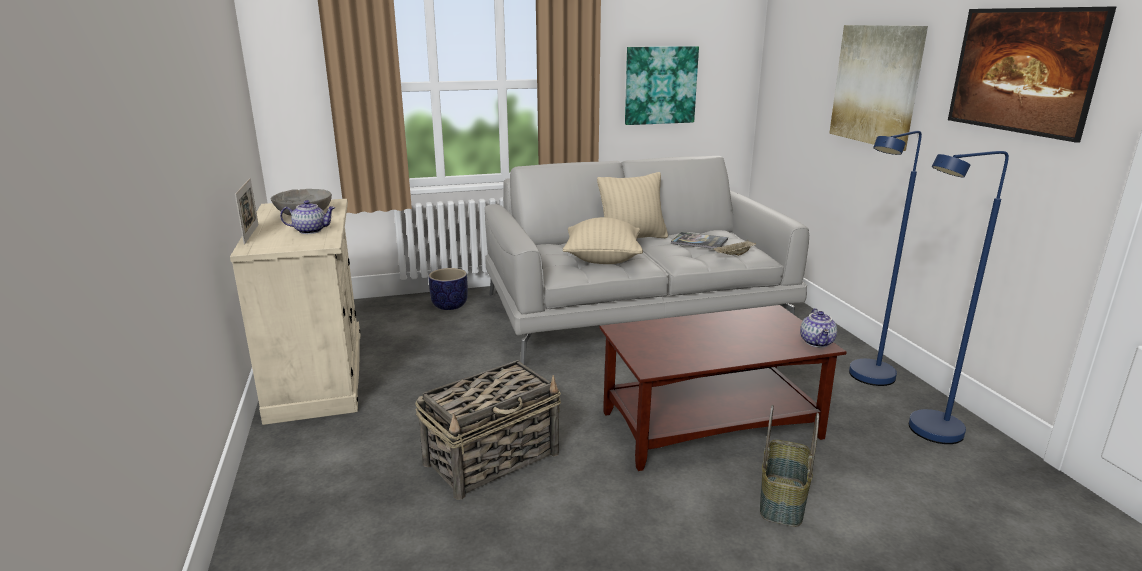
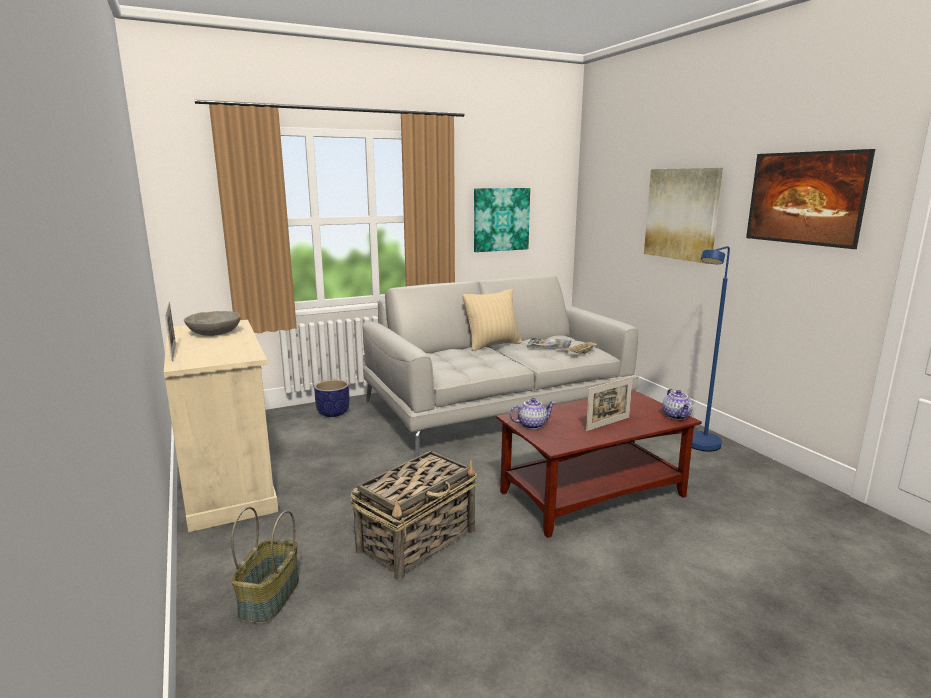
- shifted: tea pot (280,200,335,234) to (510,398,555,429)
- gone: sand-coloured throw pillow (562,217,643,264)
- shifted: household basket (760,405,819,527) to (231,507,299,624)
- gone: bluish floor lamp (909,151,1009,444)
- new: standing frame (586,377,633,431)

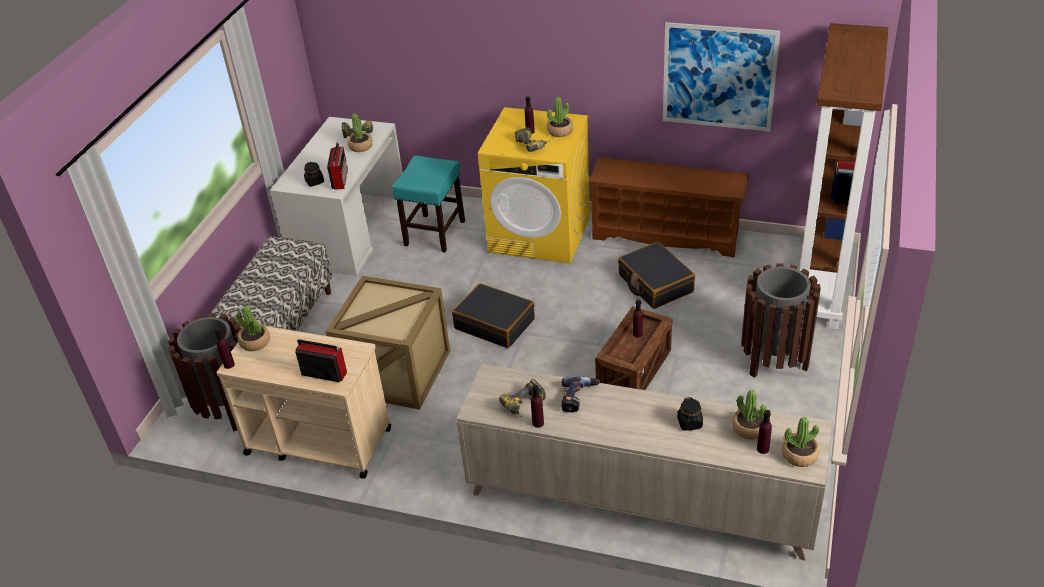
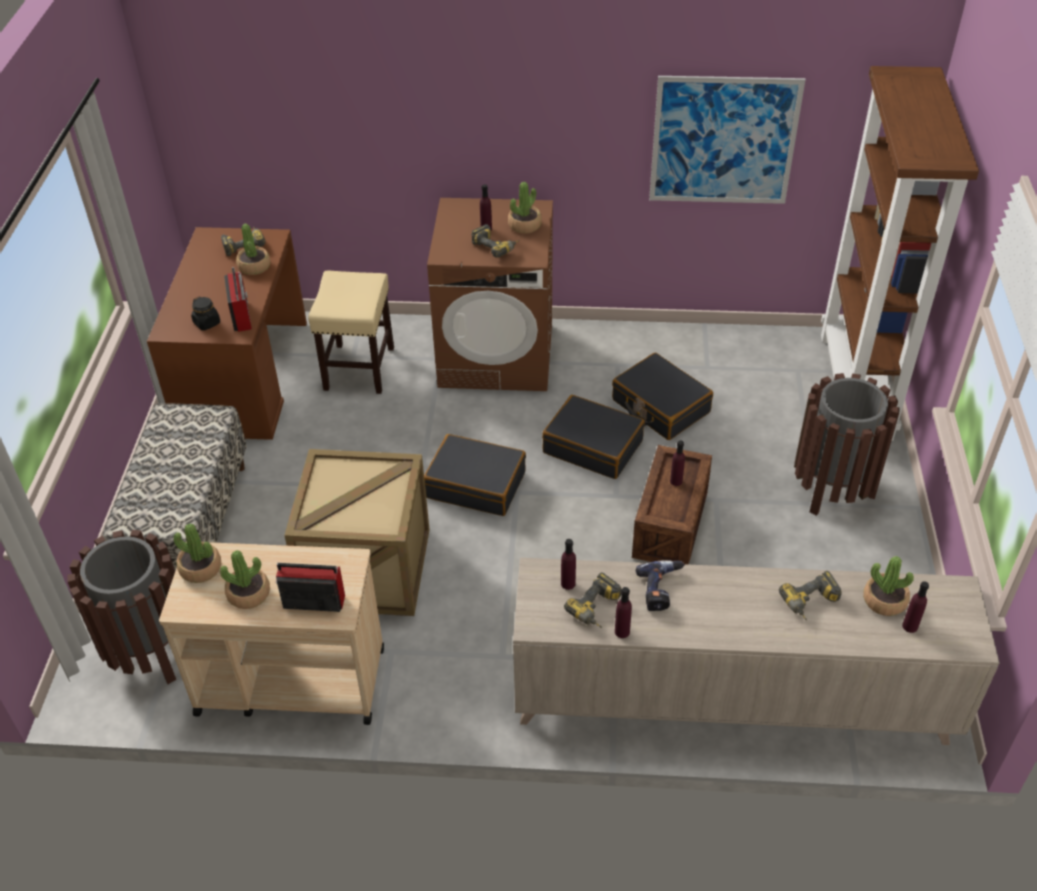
- shifted: purple beverage bottle (215,328,235,369) to (561,539,576,590)
- repainted: white desk (270,117,403,276) to brown desk (147,227,307,440)
- repainted: turquoise stool seat (392,156,465,252) to sand-coloured stool seat (308,271,394,394)
- repainted: yellow-coloured laundry machine (478,107,590,264) to brown laundry machine (427,198,553,391)
- gone: brown shoe stand (588,158,749,258)
- swapped: black-coloured jar (677,397,703,431) to electric drill (779,571,842,621)
- shifted: houseplant (781,417,819,467) to (220,550,270,609)
- new: black-coloured travel case (542,395,645,479)

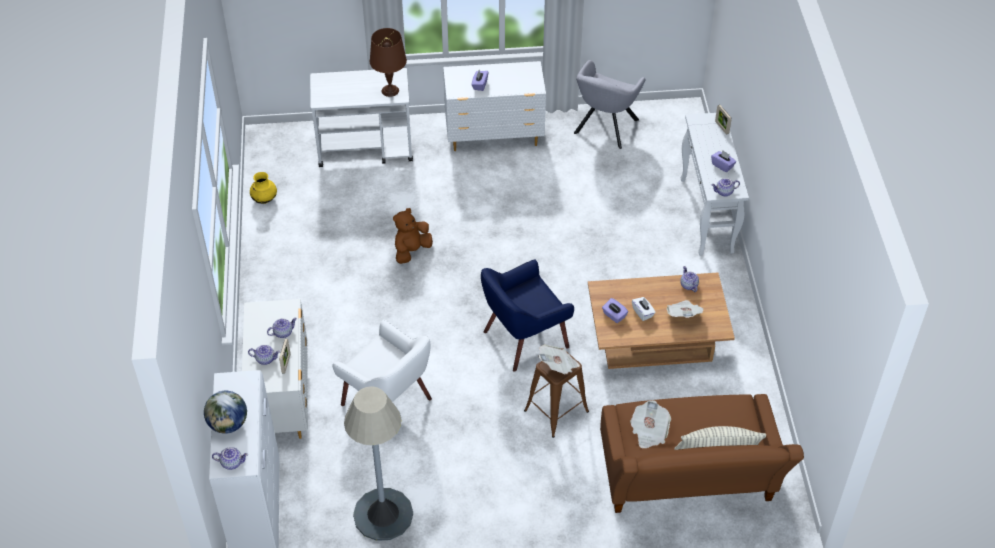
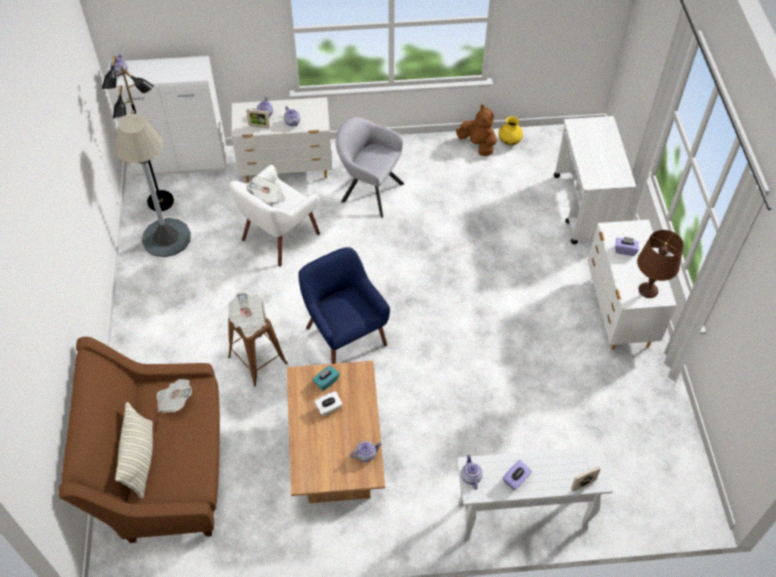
- gone: world globe (204,391,247,434)
- shifted: brown lamp for a table (370,28,407,97) to (637,230,684,298)
- shifted: brown soft toy (393,208,433,264) to (456,104,497,156)
- shifted: gray armchair (574,60,645,149) to (336,117,404,218)
- repainted: purple tissue holder (602,298,628,323) to turquoise tissue holder (313,366,340,391)
- shifted: printed paper (667,300,704,318) to (248,176,286,203)
- new: black-coloured floor lamp (102,56,174,211)

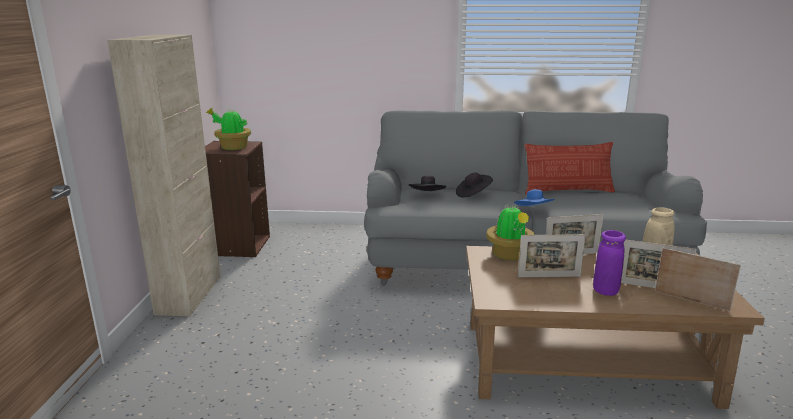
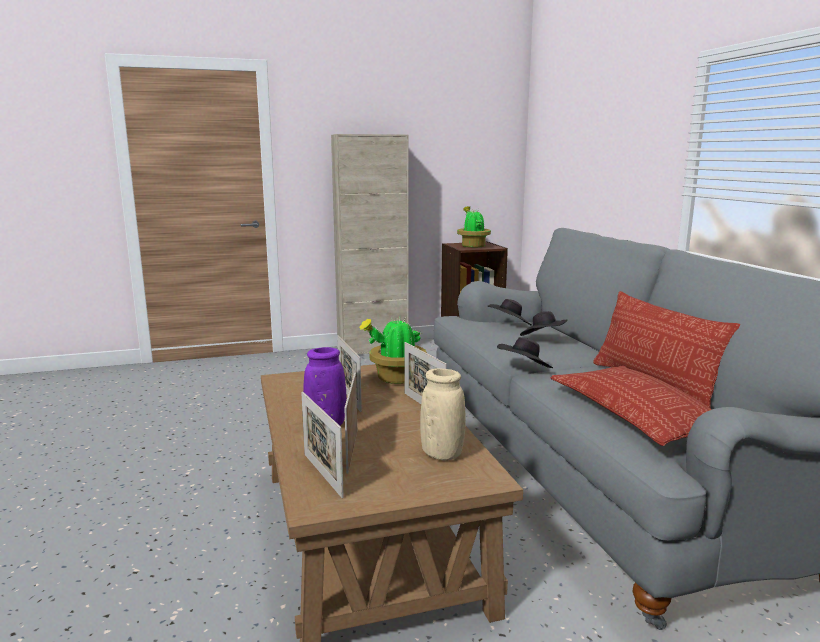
- repainted: bluish clothing hat (514,189,555,206) to black-coloured clothing hat (497,337,553,368)
- rotated: standing frame (655,247,741,311) = (301,392,344,498) 135 degrees clockwise
- new: throw pillow (550,366,712,446)

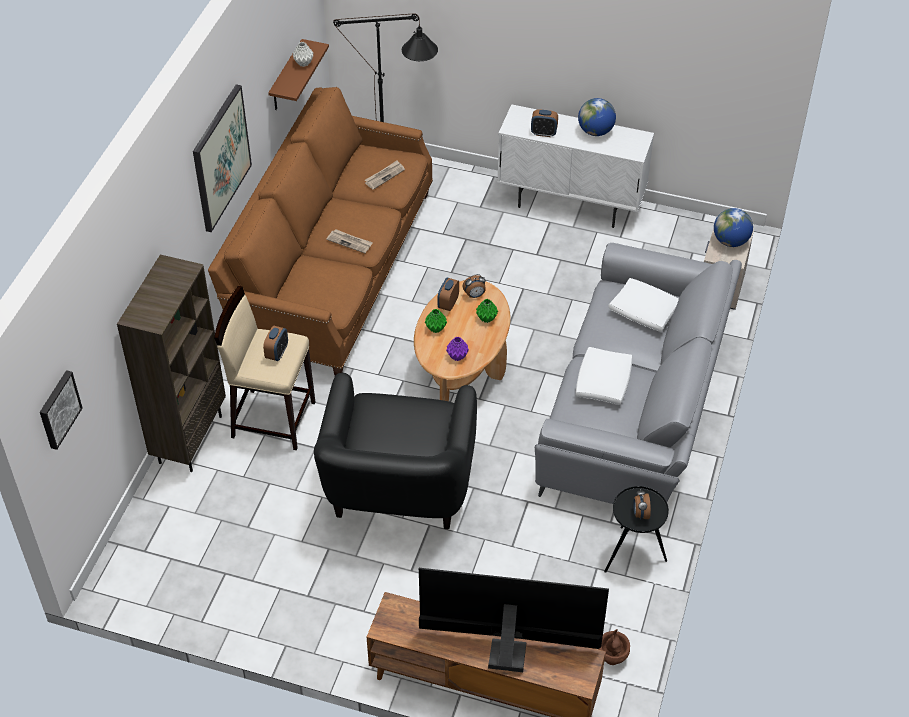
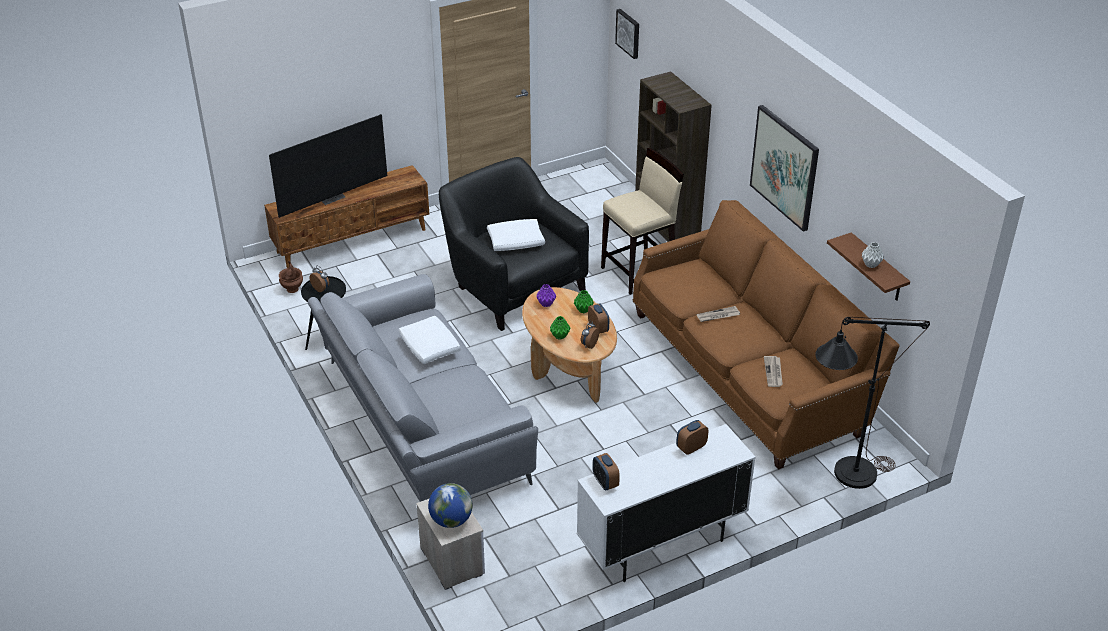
- shifted: alarm clock (263,325,288,361) to (593,453,620,491)
- gone: world globe (578,98,616,136)
- shifted: white throw pillow (608,278,679,332) to (487,219,545,251)

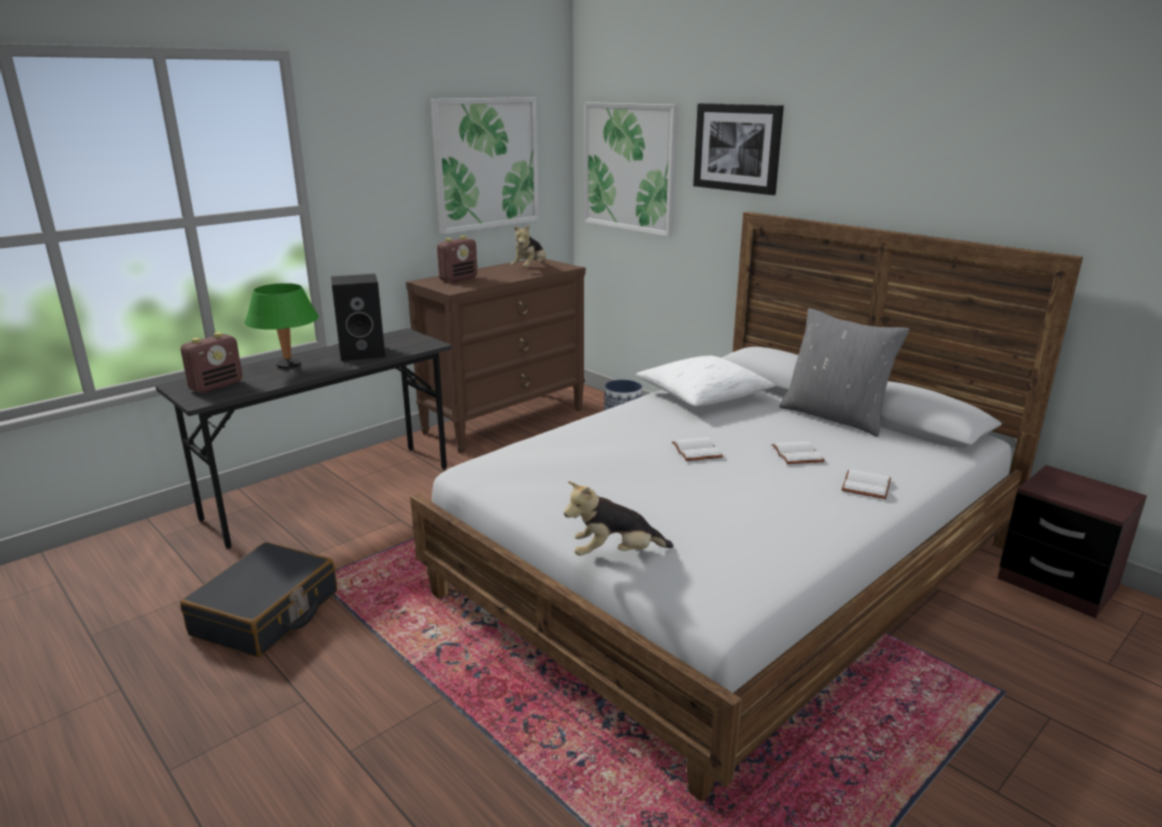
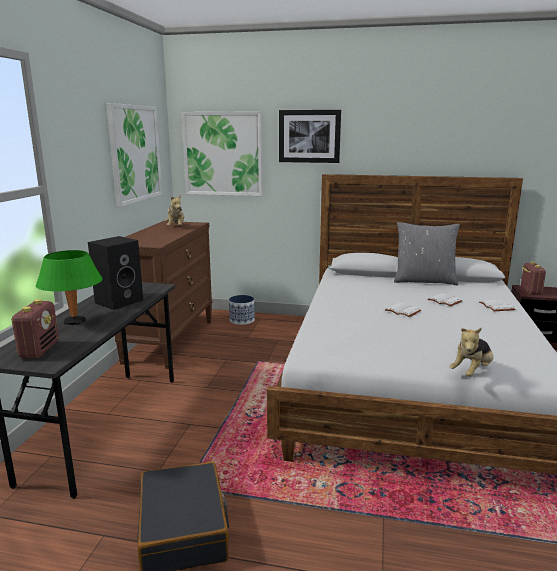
- shifted: radio set (437,236,477,282) to (521,262,546,295)
- gone: white throw pillow (636,356,776,406)

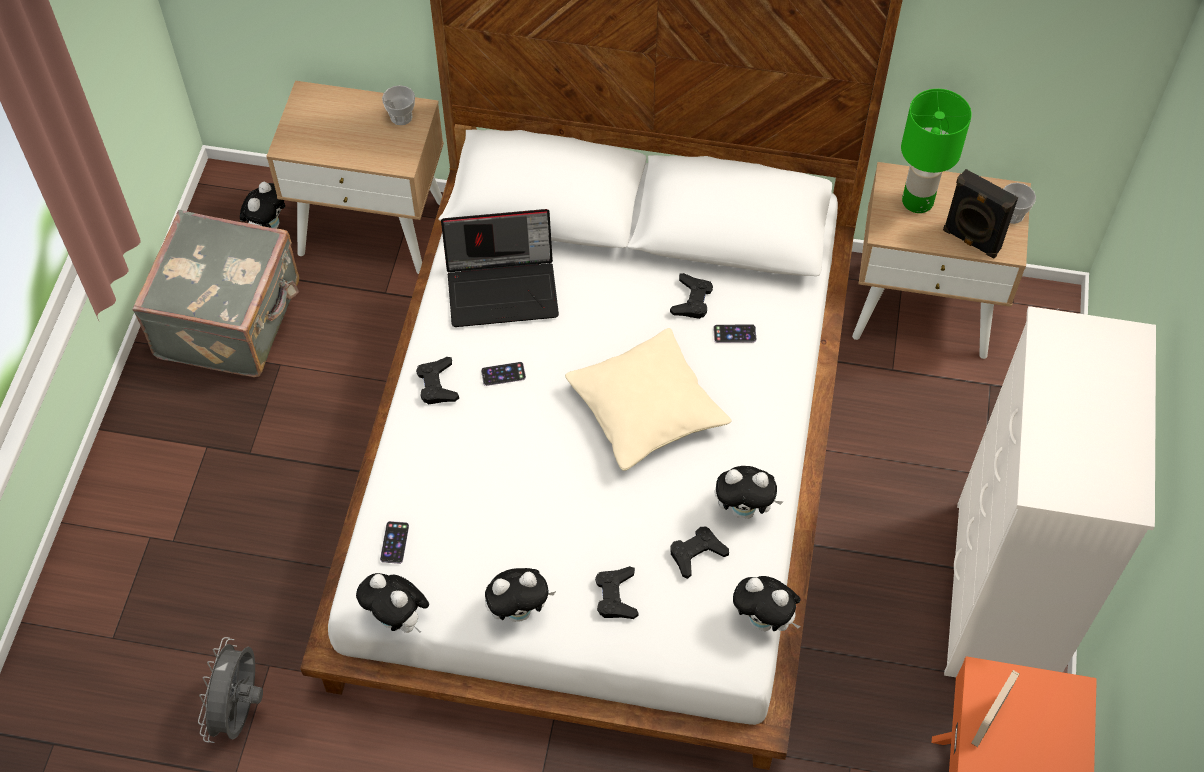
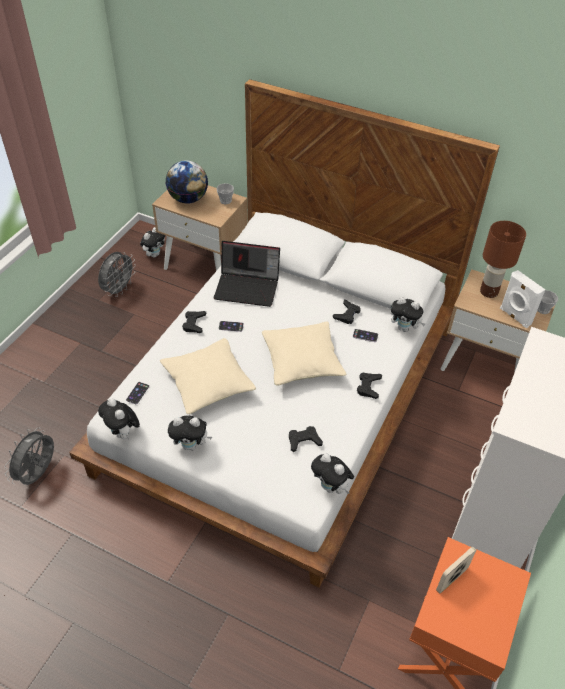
- swapped: gray travel case (132,210,299,377) to gray cooling fan (98,252,136,297)
- shifted: black-coloured gamepad (595,566,638,619) to (357,373,382,399)
- shifted: soft toy (715,466,783,519) to (390,297,425,332)
- repainted: greenish lamp for a table (901,89,972,213) to brown lamp for a table (480,221,526,298)
- repainted: black-coloured audio speaker (943,169,1018,259) to white audio speaker (500,270,545,329)
- new: sand-coloured throw pillow (160,338,256,414)
- new: world globe (166,160,208,204)

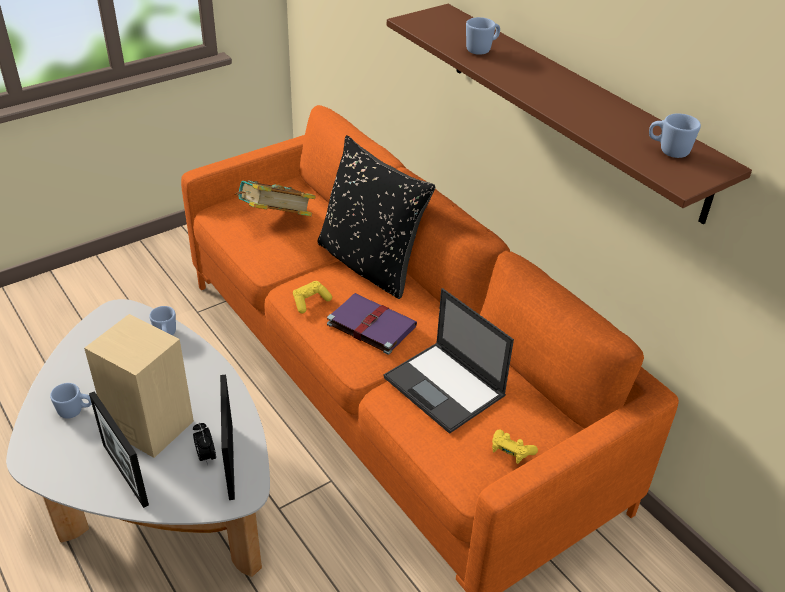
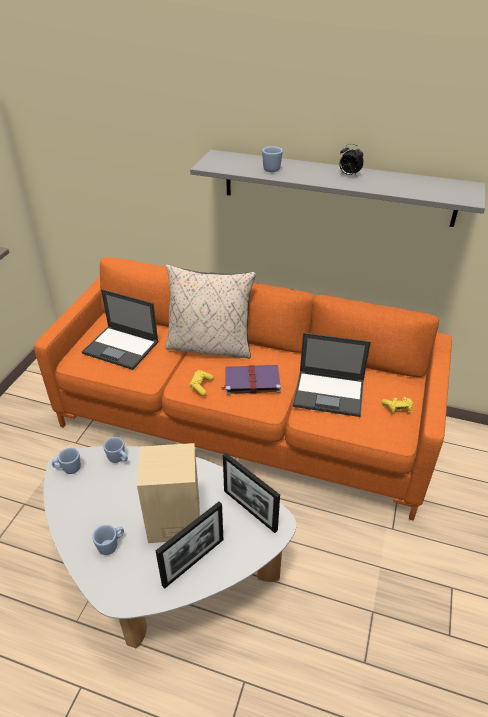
- rotated: standing frame (89,391,149,508) = (155,502,224,588) 60 degrees counterclockwise
- shifted: alarm clock (193,423,216,465) to (339,144,364,177)
- swapped: volume (234,180,316,216) to notebook computer (82,289,159,370)
- repainted: black-coloured throw pillow (317,135,435,299) to sand-coloured throw pillow (165,264,256,358)
- repainted: brown shelf (387,4,752,224) to gray shelf (190,150,485,227)
- shifted: bluish tea mug (649,113,701,158) to (52,448,81,474)

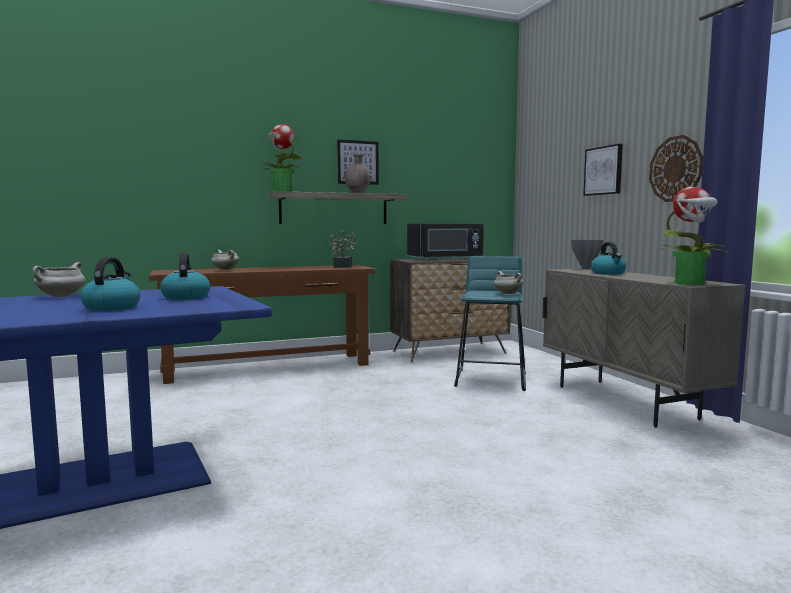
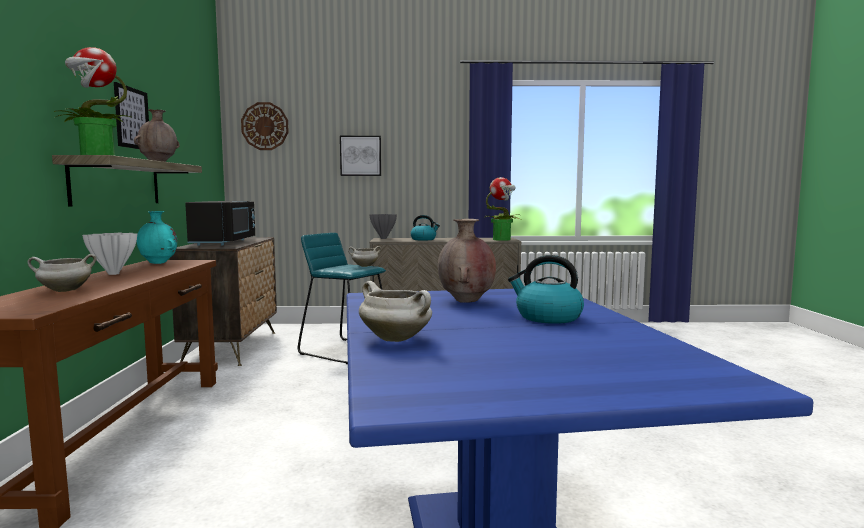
- swapped: tea kettle (160,253,210,300) to brown decorative vase (438,219,496,303)
- swapped: houseplant (328,230,357,268) to turquoise decorative vase (137,211,177,264)
- shifted: hanging clock (649,135,703,202) to (241,102,289,150)
- new: white decorative vase (82,233,137,275)

